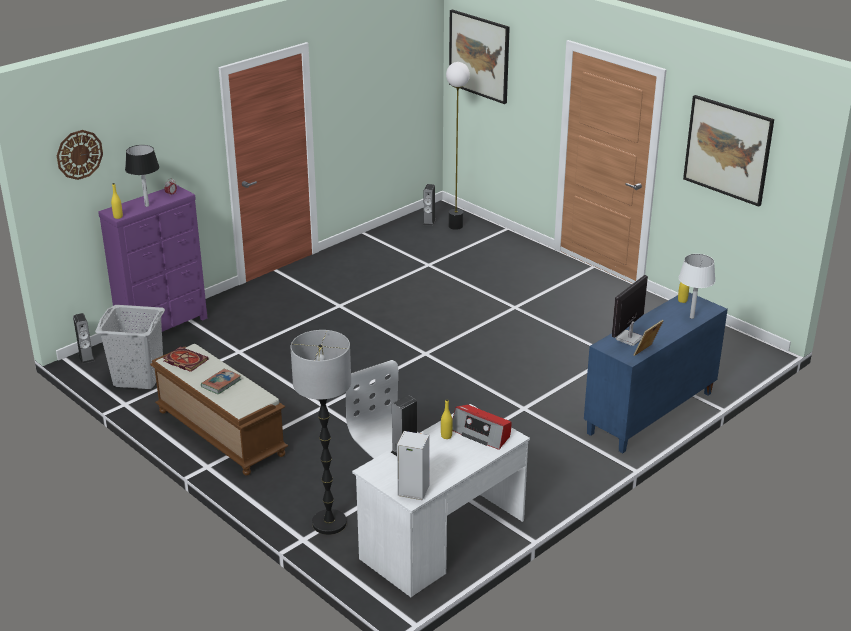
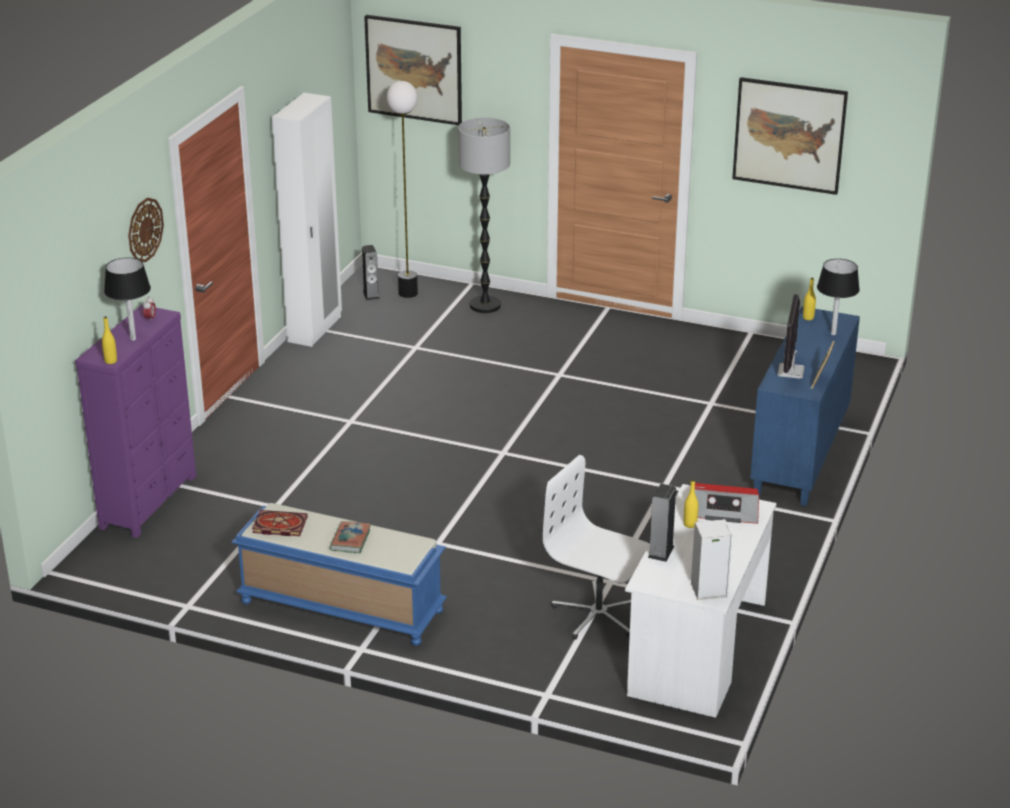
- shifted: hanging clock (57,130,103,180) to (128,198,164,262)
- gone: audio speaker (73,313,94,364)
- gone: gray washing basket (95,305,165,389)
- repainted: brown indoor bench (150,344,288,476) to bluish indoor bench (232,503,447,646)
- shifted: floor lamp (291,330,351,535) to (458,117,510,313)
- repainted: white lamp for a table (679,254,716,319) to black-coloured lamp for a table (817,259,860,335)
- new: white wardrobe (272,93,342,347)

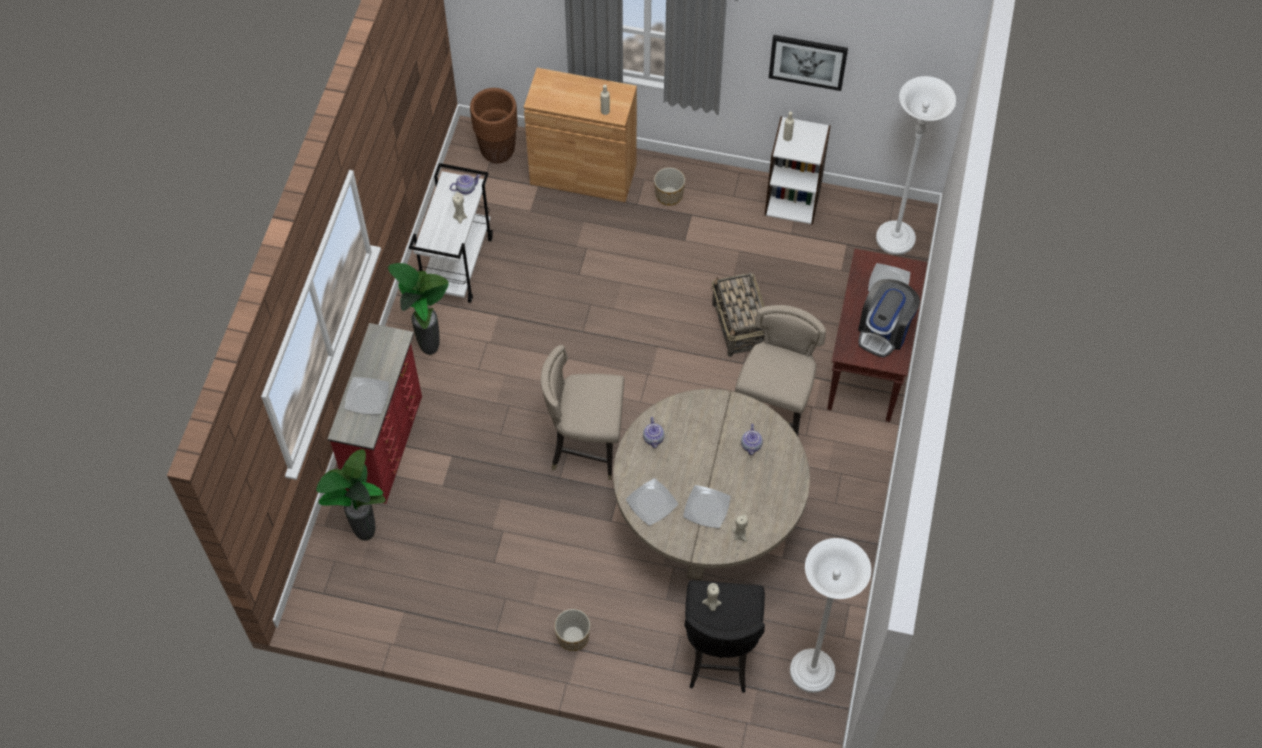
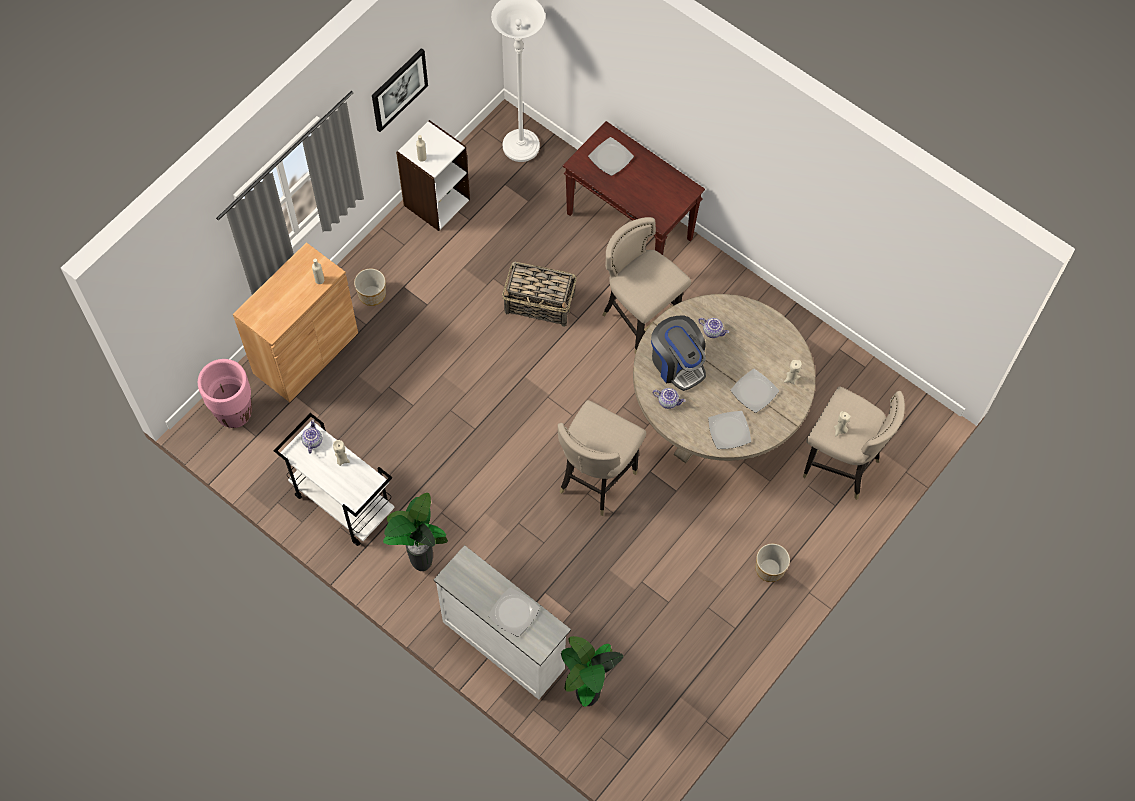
- repainted: red dresser (328,323,422,504) to white dresser (433,545,571,700)
- repainted: brown plant pot (470,88,518,163) to pinkish plant pot (198,359,252,428)
- repainted: black-coloured stool seat (684,580,765,693) to sand-coloured stool seat (803,386,905,500)
- gone: white floor lamp (790,538,871,693)
- shifted: coffee machine (858,279,920,358) to (651,316,706,391)

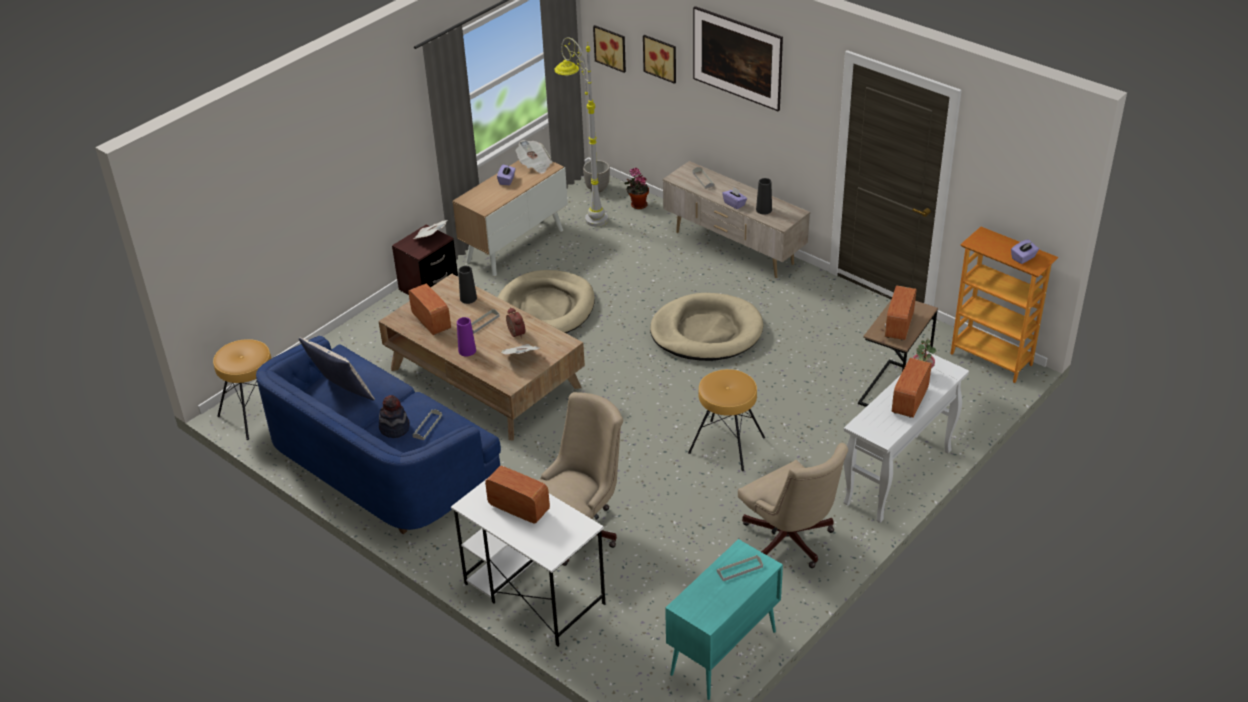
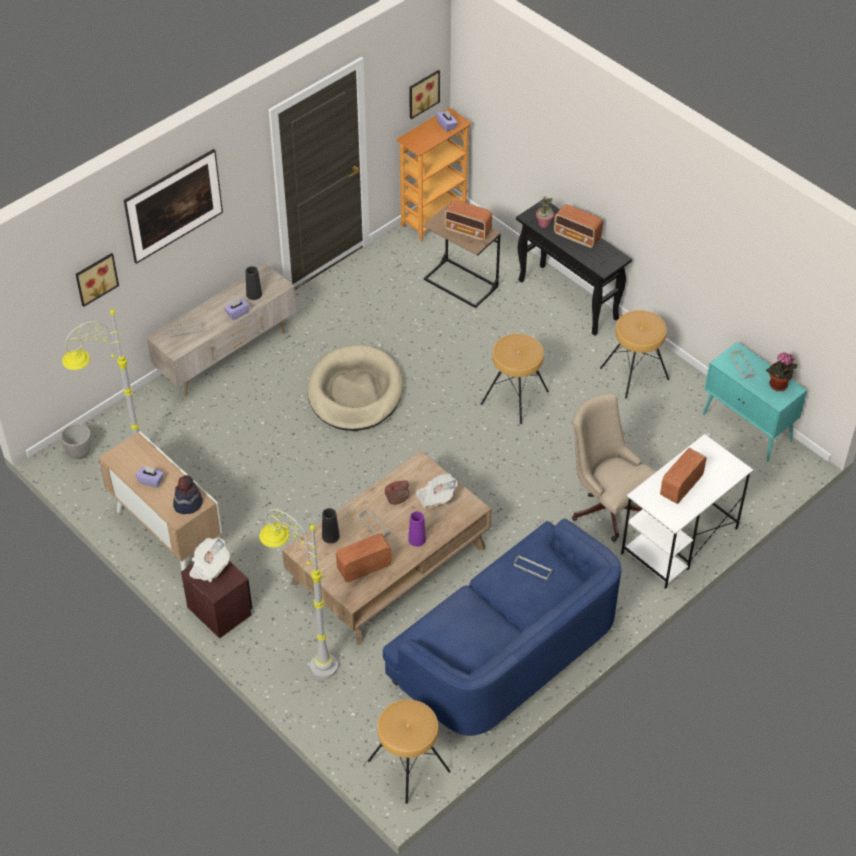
- gone: throw pillow (299,338,375,401)
- shifted: clothing hat (379,395,410,438) to (173,475,203,514)
- gone: sand-coloured dog bed (498,270,595,333)
- gone: printed paper (516,140,553,174)
- shifted: picture (593,25,626,73) to (409,70,440,119)
- shifted: houseplant (624,168,649,209) to (766,352,798,391)
- swapped: sand-coloured computer chair (738,443,848,568) to brown stool seat (600,310,669,399)
- repainted: white console table (843,352,969,523) to black-coloured console table (516,199,632,336)
- new: gray floor lamp (259,509,338,679)

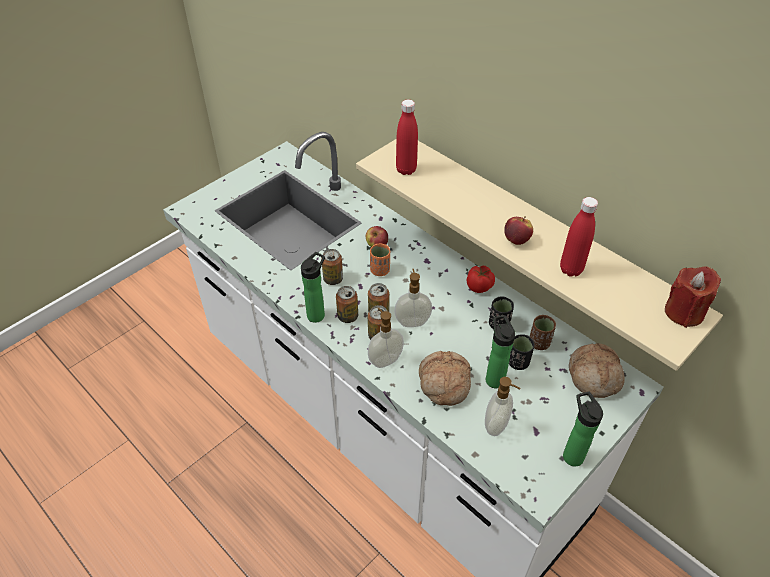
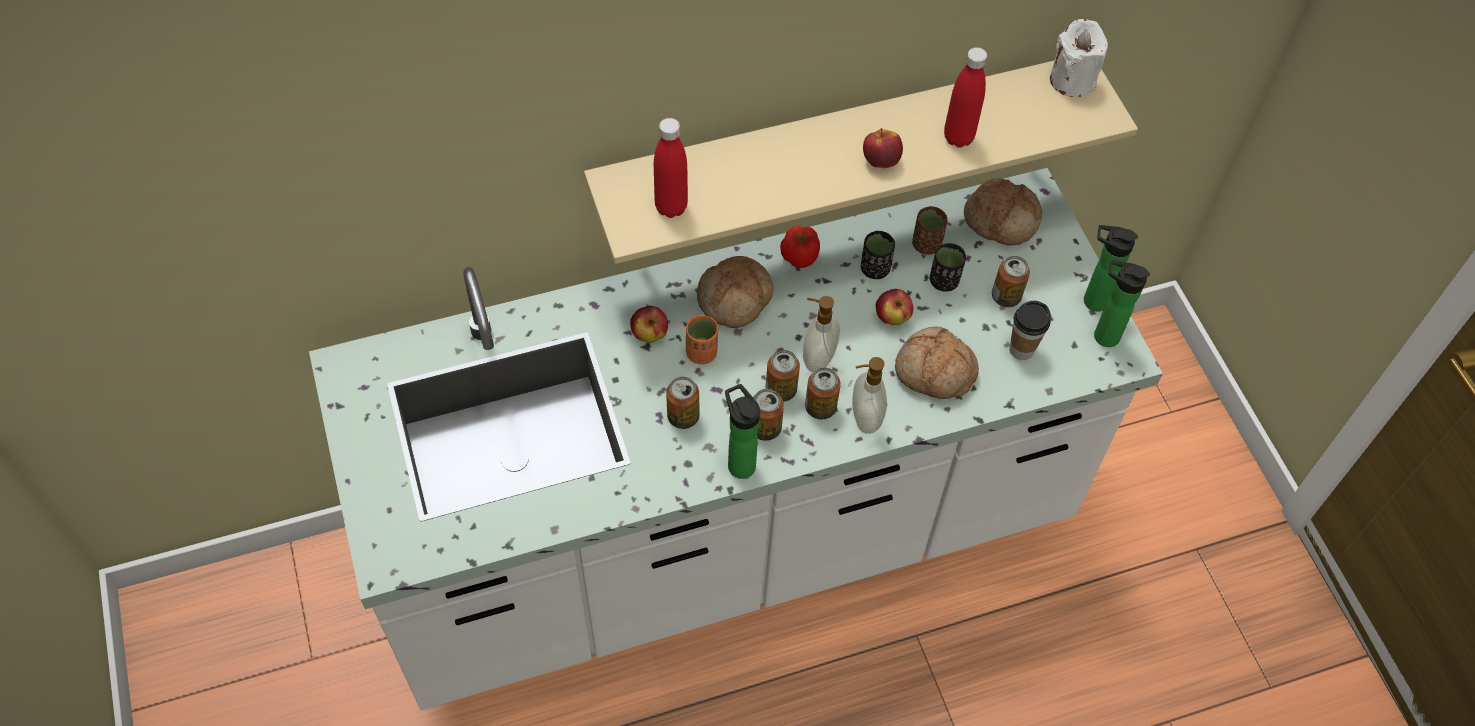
- swapped: liquid soap bottle (485,377,520,436) to drinking cup (1009,301,1051,360)
- shifted: beverage bottle (486,315,515,388) to (1094,260,1150,347)
- repainted: red candle (665,267,721,328) to white candle (1050,19,1108,97)
- new: bread (697,256,774,328)
- new: apple (876,289,913,325)
- new: sealed can (992,256,1030,307)

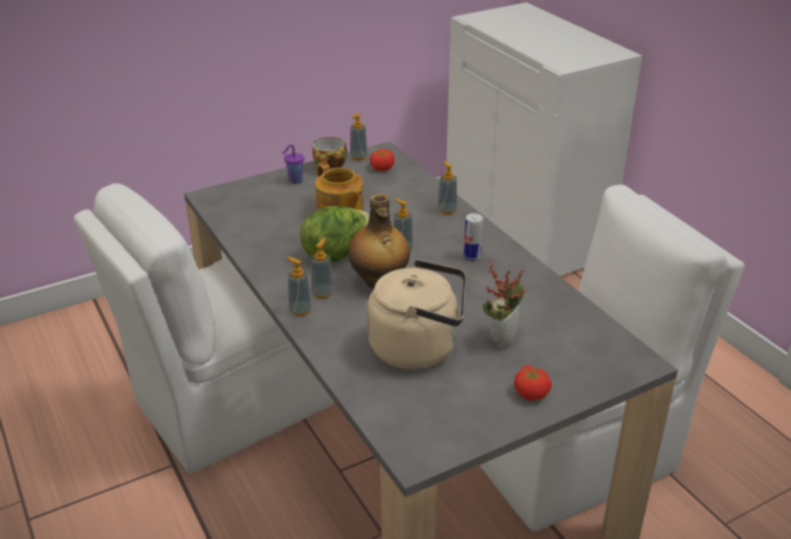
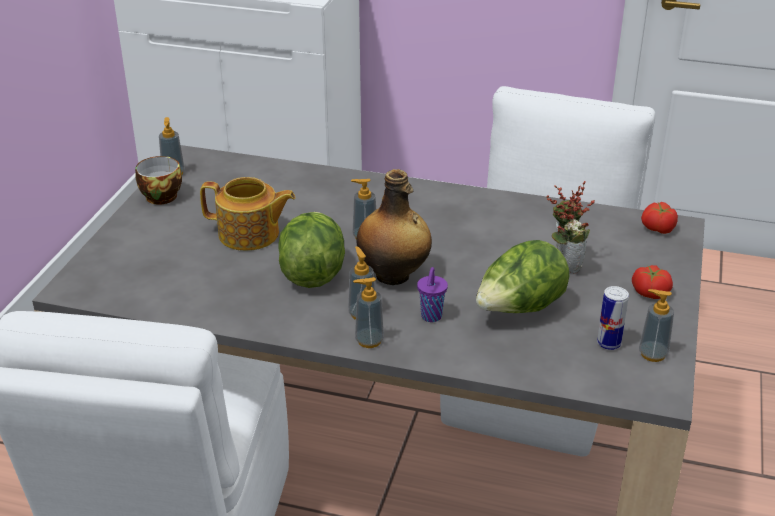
- shifted: purple drinking cup (282,144,304,184) to (417,267,448,322)
- swapped: sand-coloured tea kettle (367,260,466,369) to lettuce head (476,240,569,313)
- shifted: tomato (370,149,395,171) to (641,202,678,234)
- shifted: liquid soap bottle (438,161,457,215) to (639,289,674,362)
- shifted: sealed can (464,213,483,261) to (597,286,629,350)

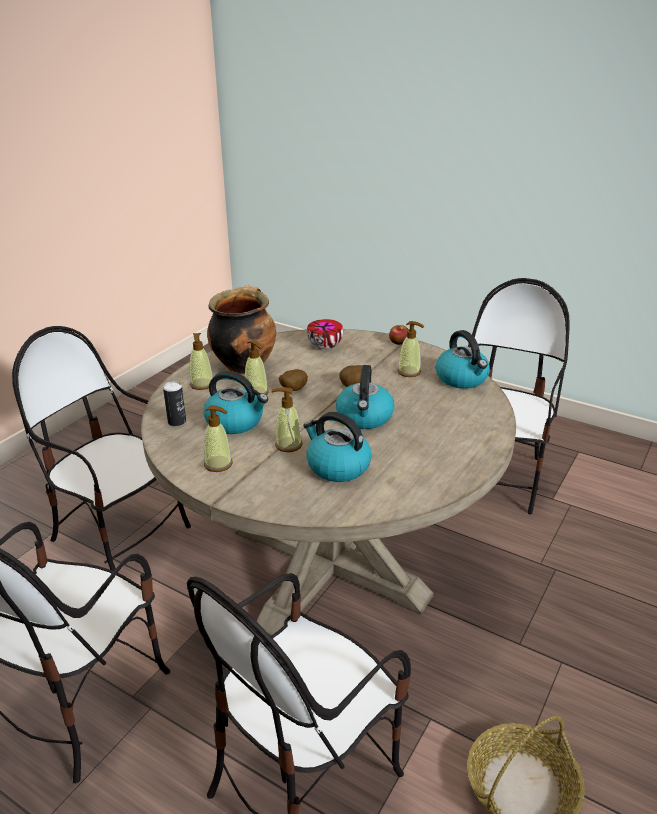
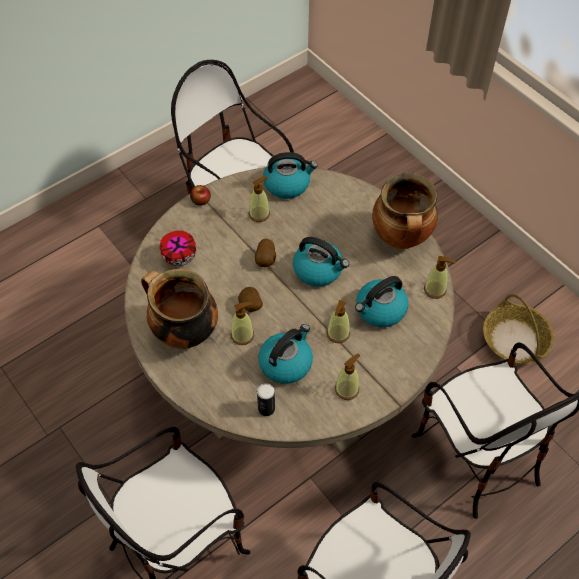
- shifted: liquid soap bottle (190,333,213,390) to (424,256,455,299)
- new: stockpot (372,172,438,249)

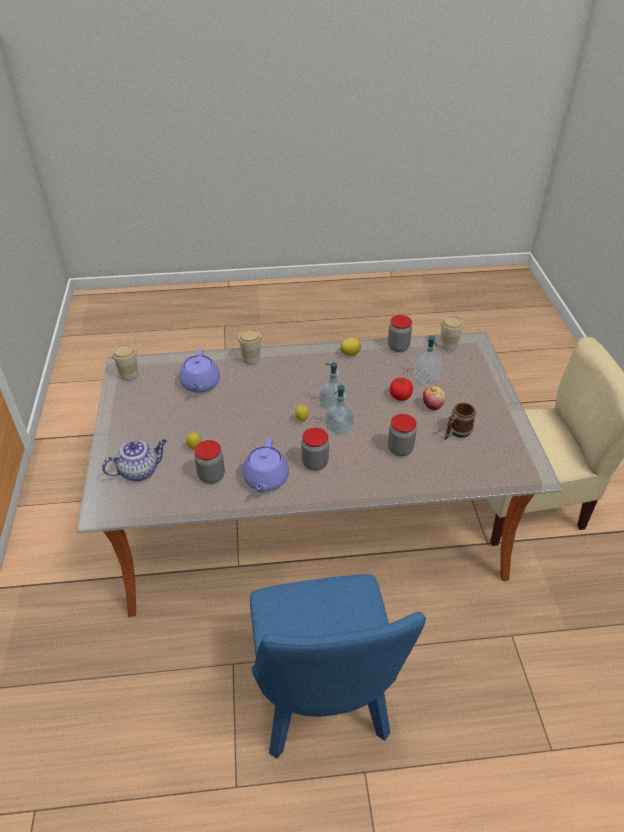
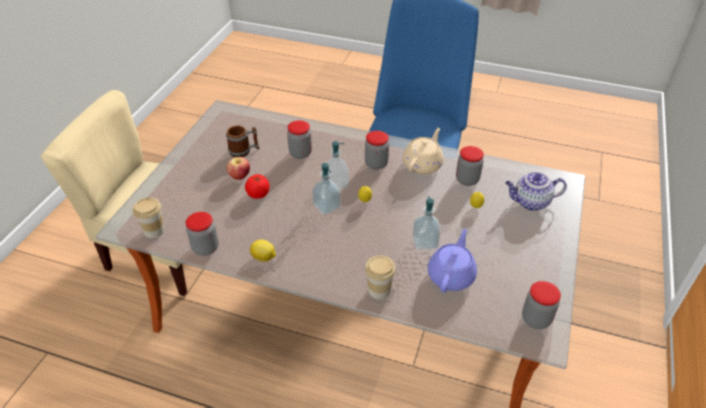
- swapped: drinking cup (112,344,138,381) to jar (522,281,561,329)
- repainted: purple tea pot (242,438,289,492) to sand-coloured tea pot (403,128,443,174)
- shifted: liquid soap bottle (413,336,442,385) to (412,196,441,250)

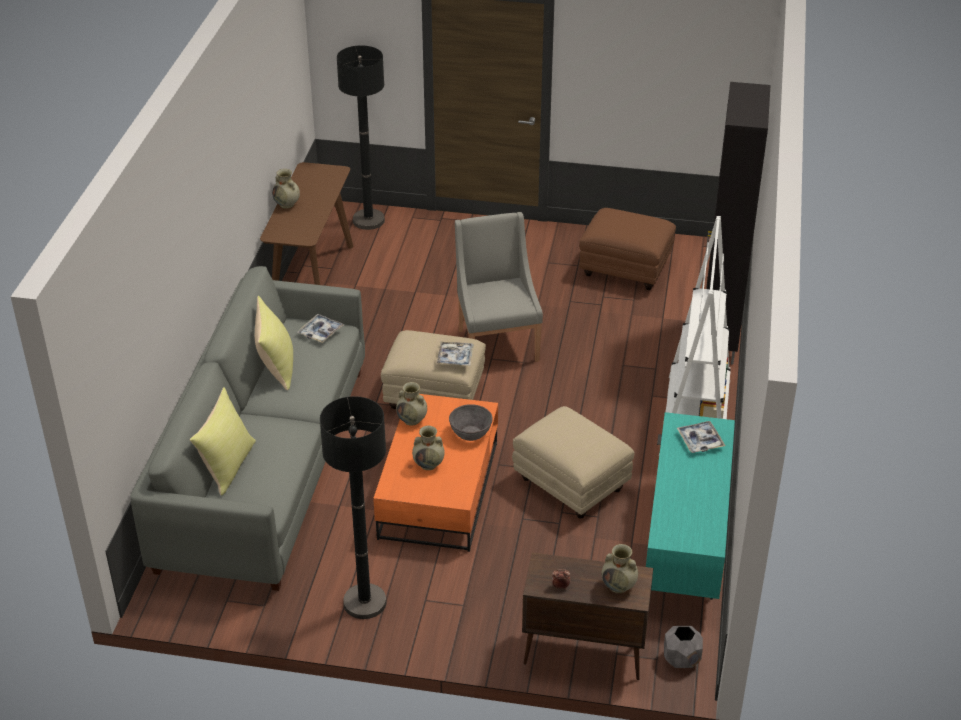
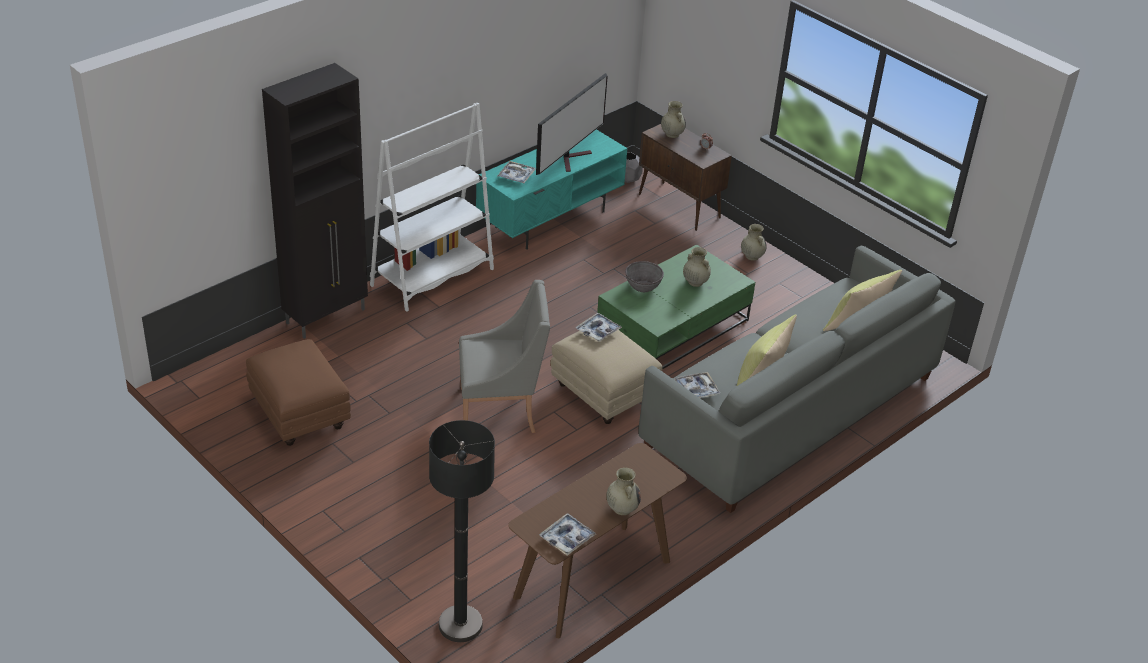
- gone: black-coloured floor lamp (320,396,387,619)
- repainted: orange-coloured lounge table (373,394,498,552) to greenish lounge table (597,244,755,370)
- shifted: sand-coloured decorative vase (396,382,427,426) to (741,224,767,261)
- rotated: gray armchair (455,212,543,362) = (459,280,550,433) 120 degrees counterclockwise
- gone: sand-coloured pouffe (512,406,634,519)
- new: TV set (536,73,608,175)
- new: tray (539,513,596,556)

